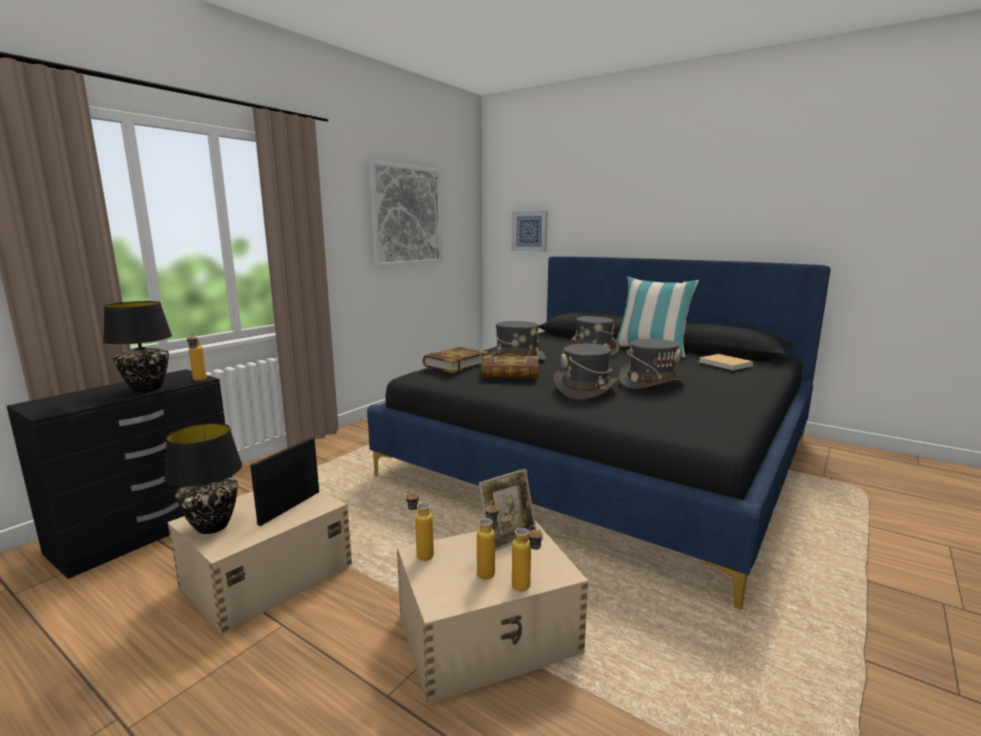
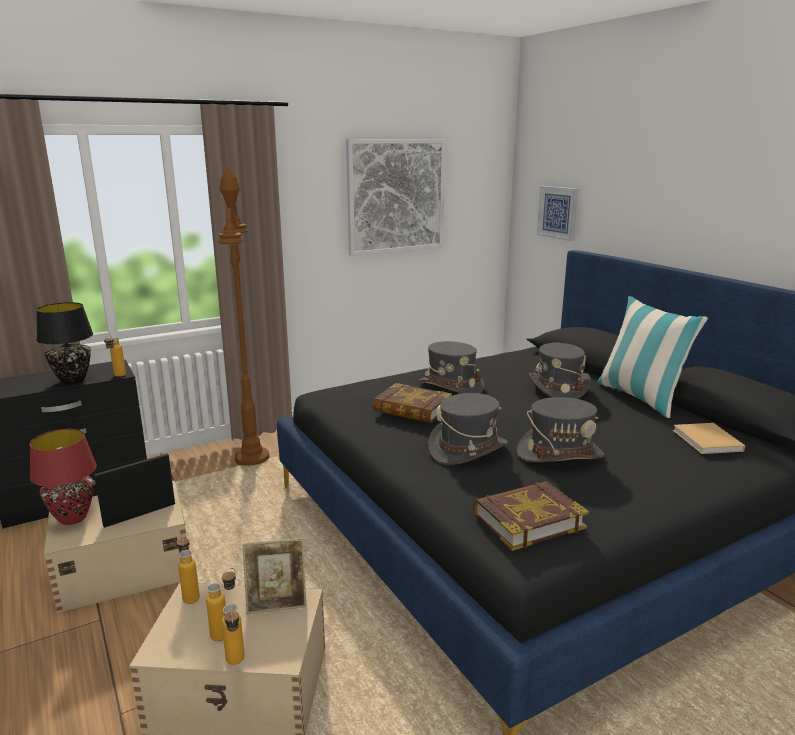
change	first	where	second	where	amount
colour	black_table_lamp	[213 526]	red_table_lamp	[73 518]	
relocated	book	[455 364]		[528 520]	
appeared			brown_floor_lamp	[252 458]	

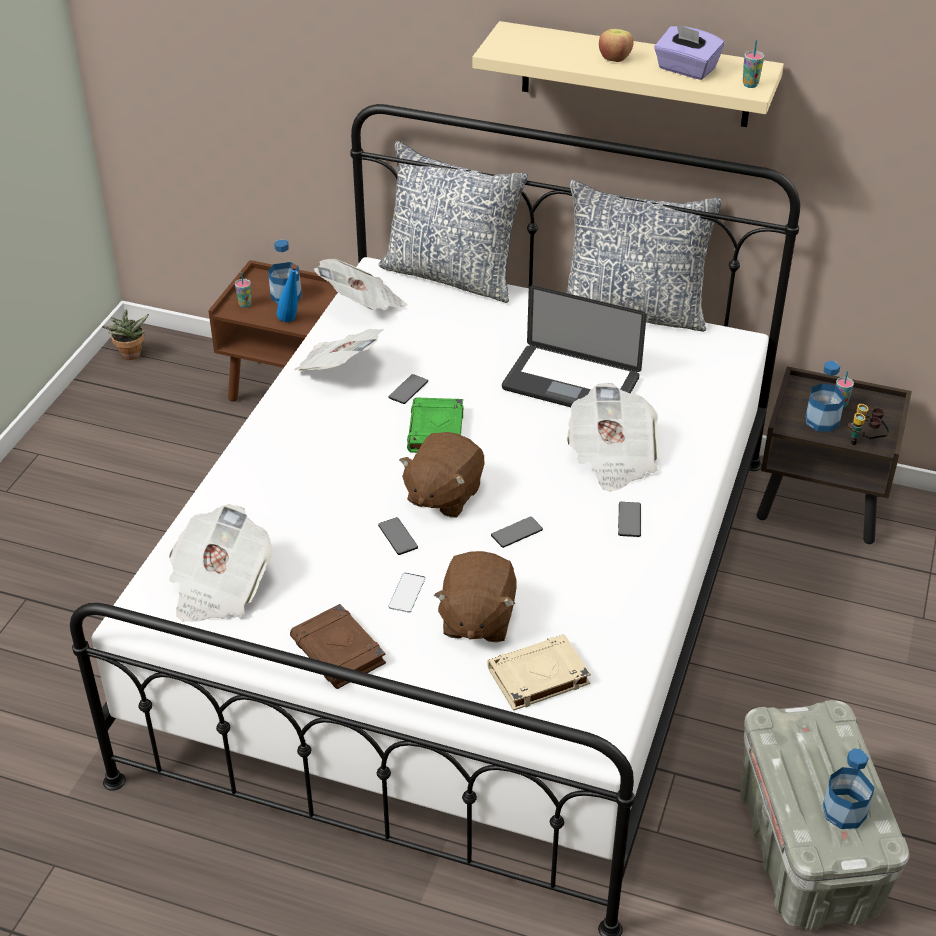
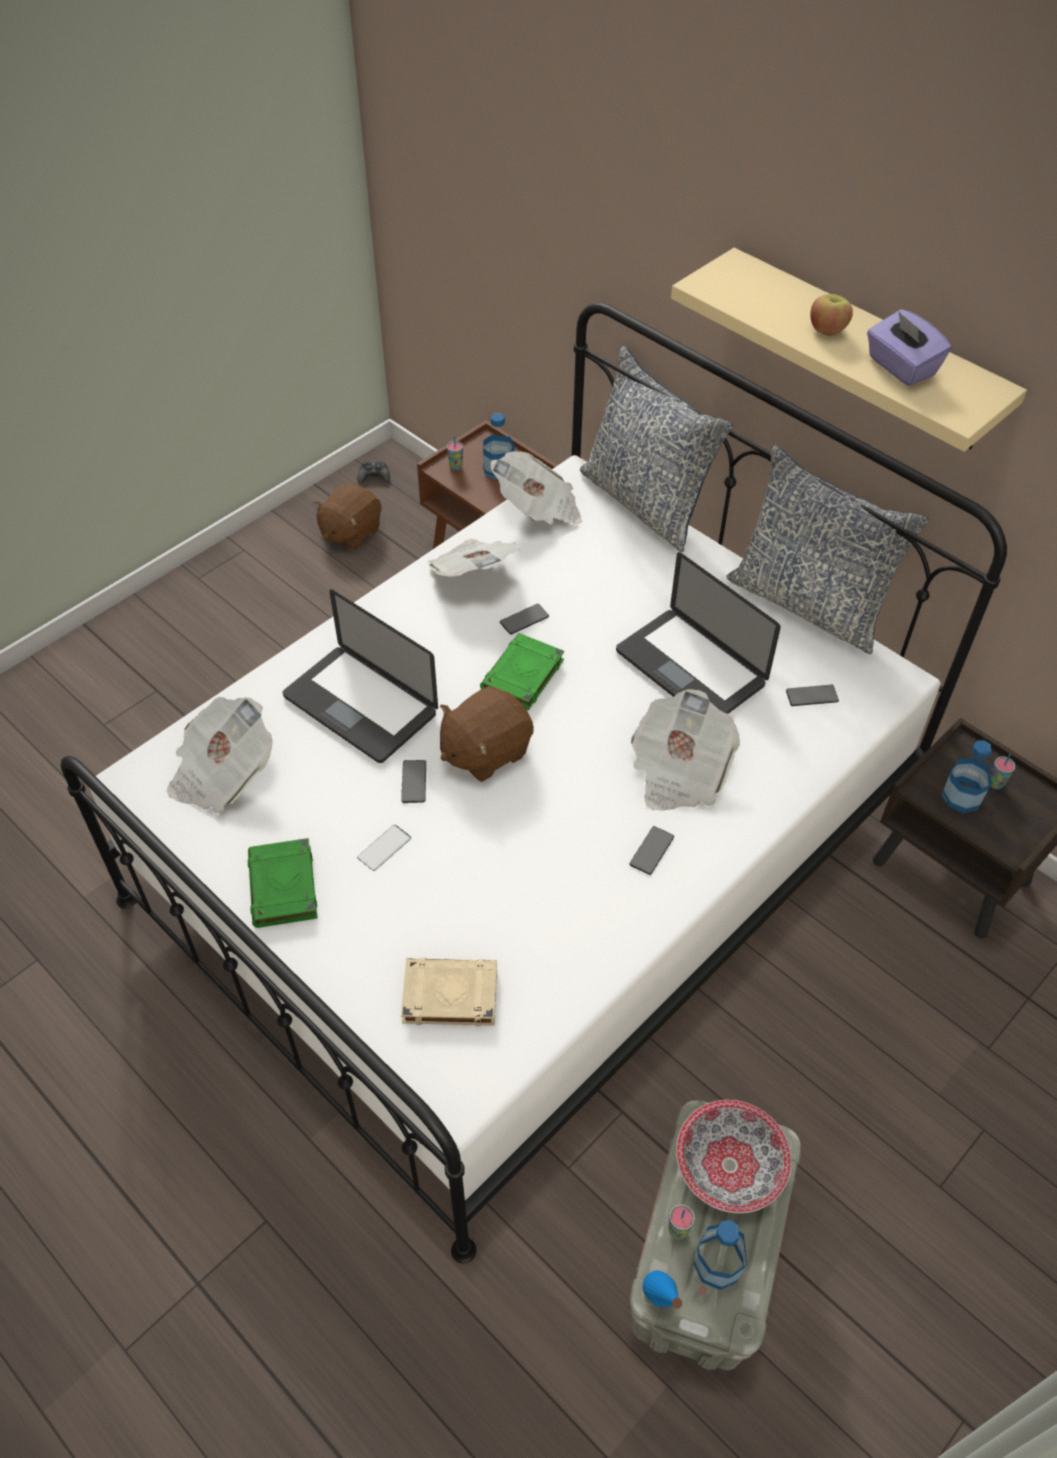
change	first	where	second	where	amount
exchanged	potted_plant	[131 356]	black_game_controller	[374 476]	
relocated	blue_bottle	[291 323]		[660 1307]	
colour	brown_book	[339 652]	green_book	[284 887]	
relocated	brown_plush_toy	[476 619]		[350 532]	
relocated	phone	[516 533]		[811 696]	
relocated	cup	[750 85]		[678 1230]	
missing	binoculars	[865 442]			
appeared			laptop	[360 705]	
appeared			bowl	[728 1166]	

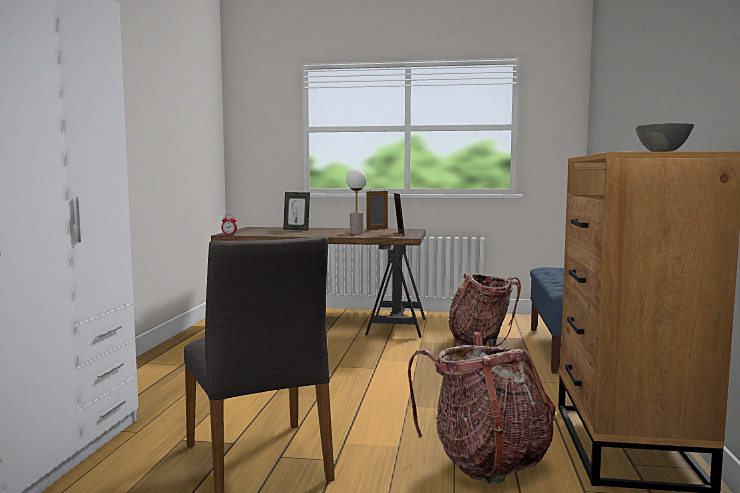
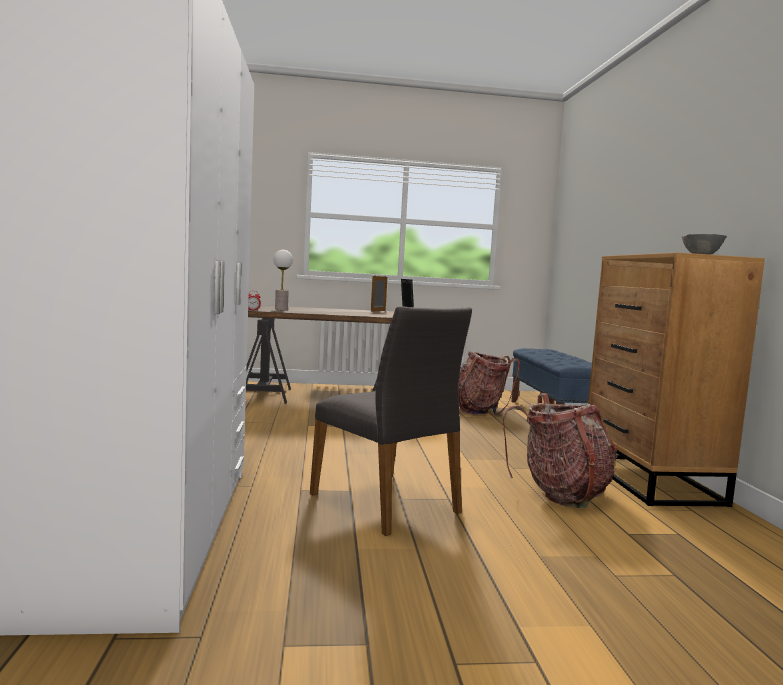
change	first	where	second	where	amount
missing	picture_frame	[296 229]			
relocated	table_lamp	[356 233]		[281 309]	

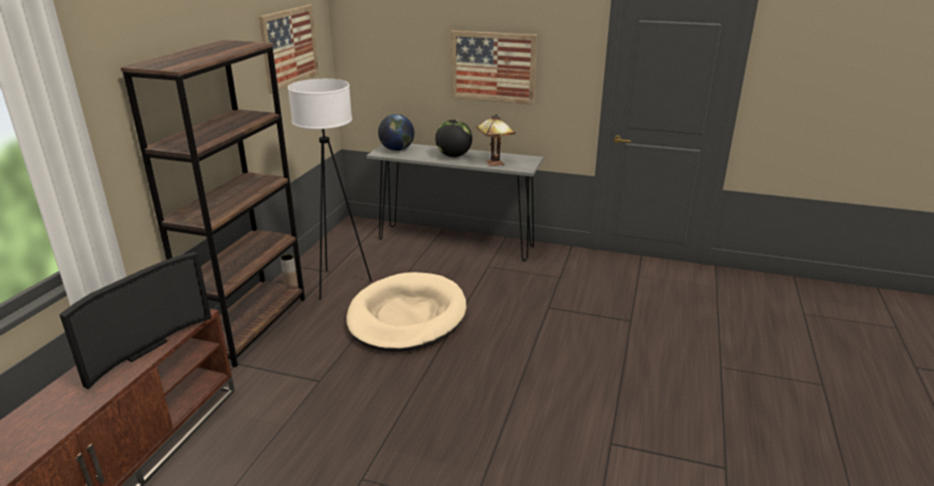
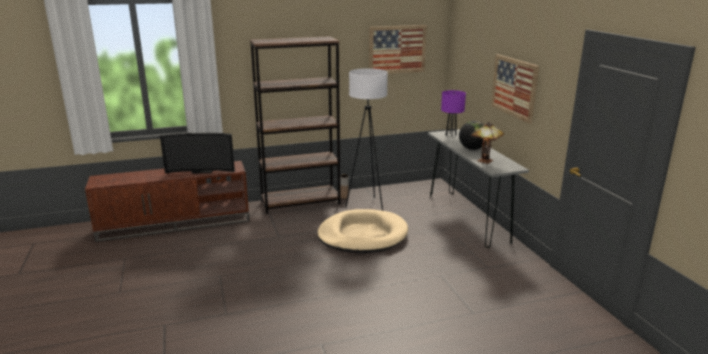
change	first	where	second	where	amount
exchanged	globe	[397 149]	purple_table_lamp	[451 135]	

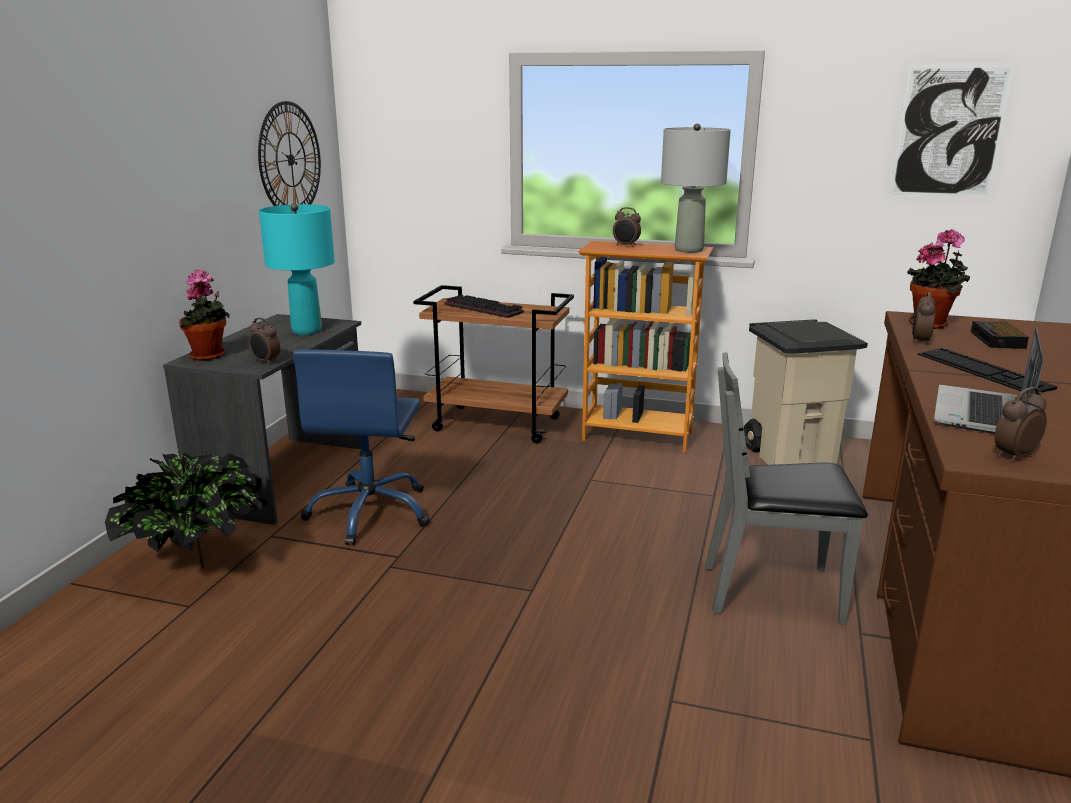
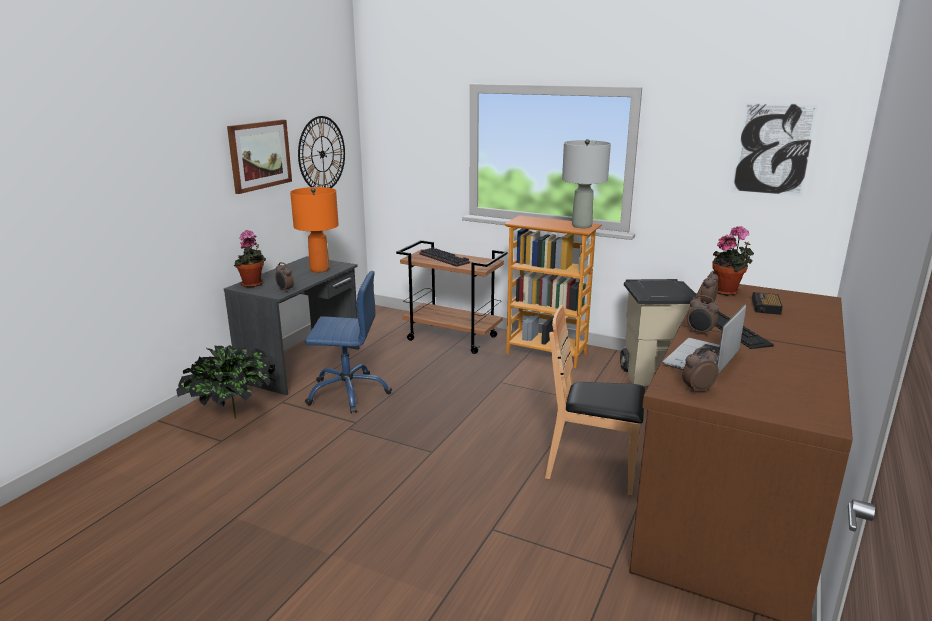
change	first	where	second	where	amount
colour	turquoise_table_lamp	[306 331]	orange_table_lamp	[319 269]	
spun	blue_office_chair	[371 512]		[348 392]	105 degrees counterclockwise
relocated	alarm_clock	[626 245]		[699 333]	
colour	grey_chair	[773 592]	brown_chair	[592 469]	
appeared			picture	[259 155]	

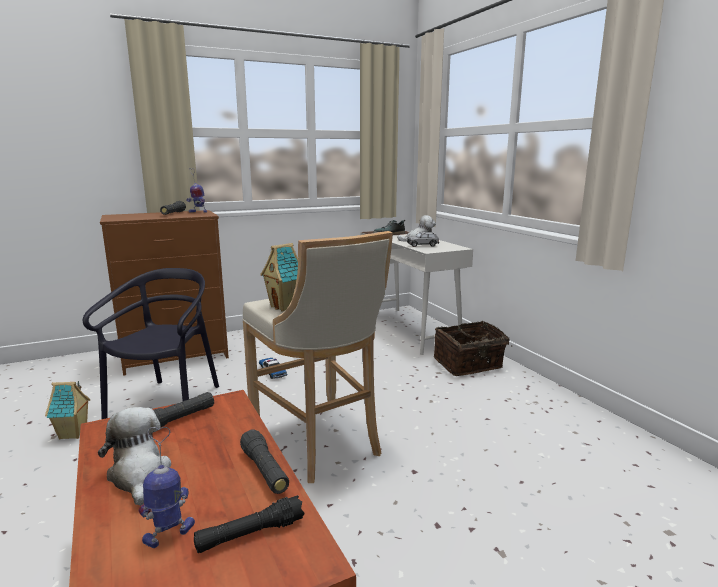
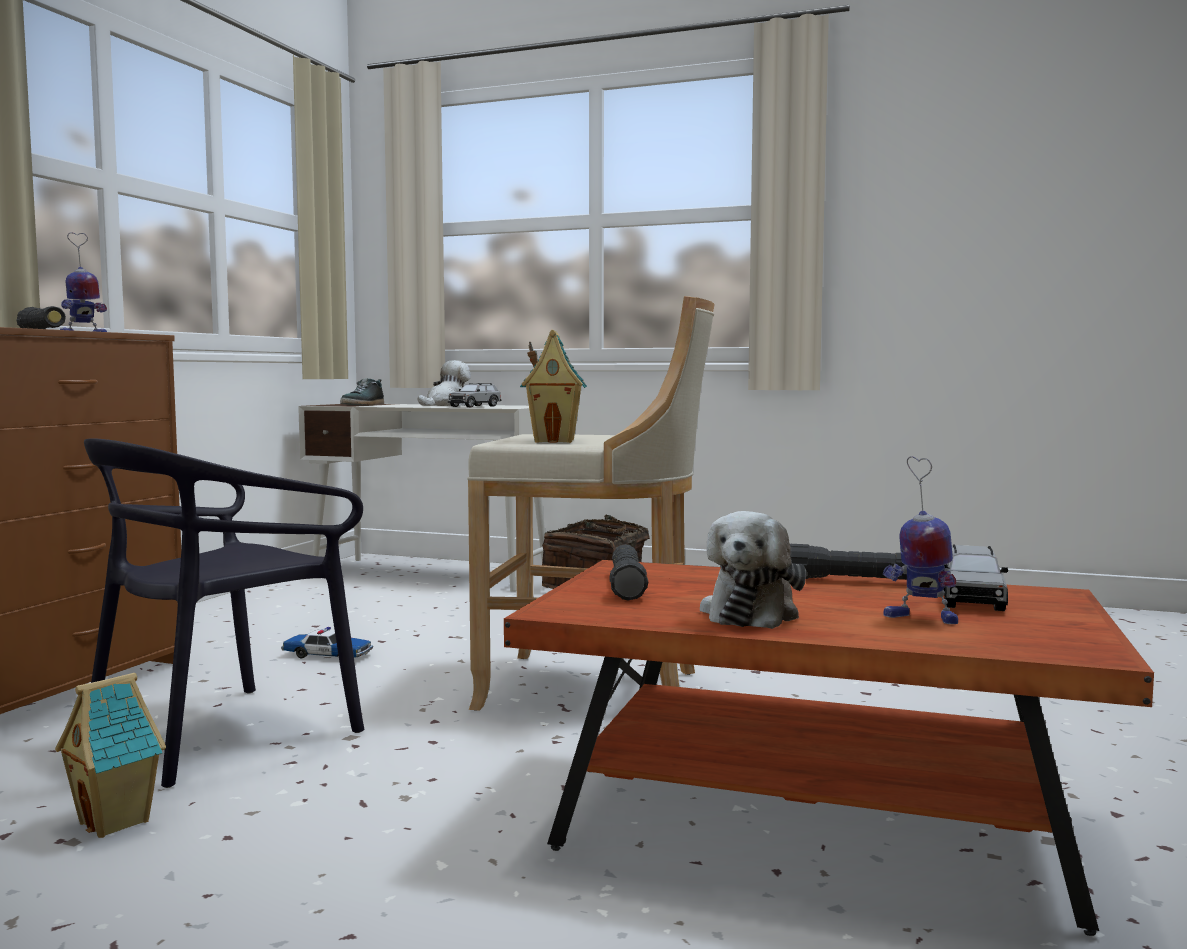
change	first	where	second	where	amount
spun	black_chair	[167 404]		[224 734]	105 degrees counterclockwise
spun	plush_toy	[139 475]		[751 613]	90 degrees counterclockwise
spun	toy_robot	[170 533]		[920 618]	75 degrees counterclockwise
exchanged	black_flashlight	[250 534]	grey_toy_car	[971 600]	

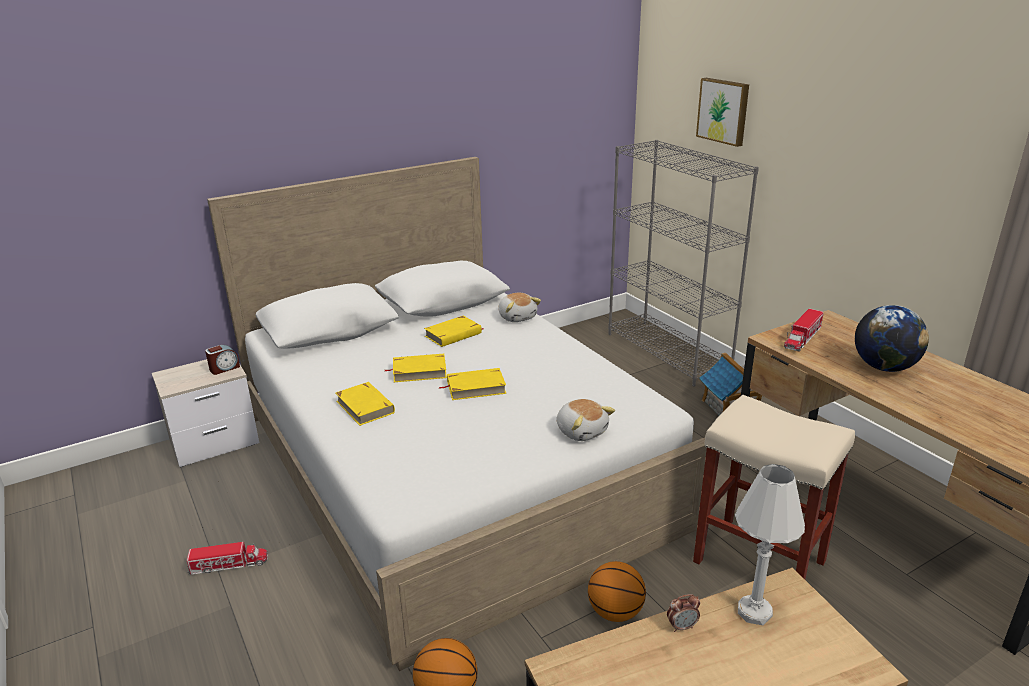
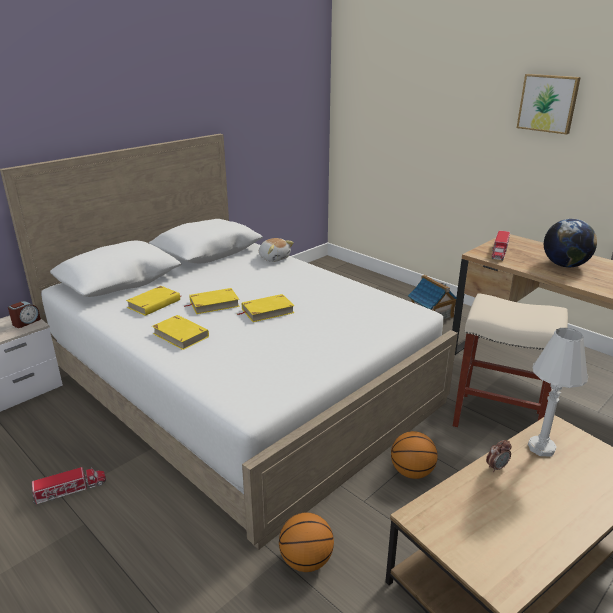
change	first	where	second	where	amount
relocated	yellow_book	[453 335]		[154 304]	
missing	plush_toy	[582 431]			
missing	grey_bookcase	[668 352]			
relocated	picture	[724 111]		[548 103]	

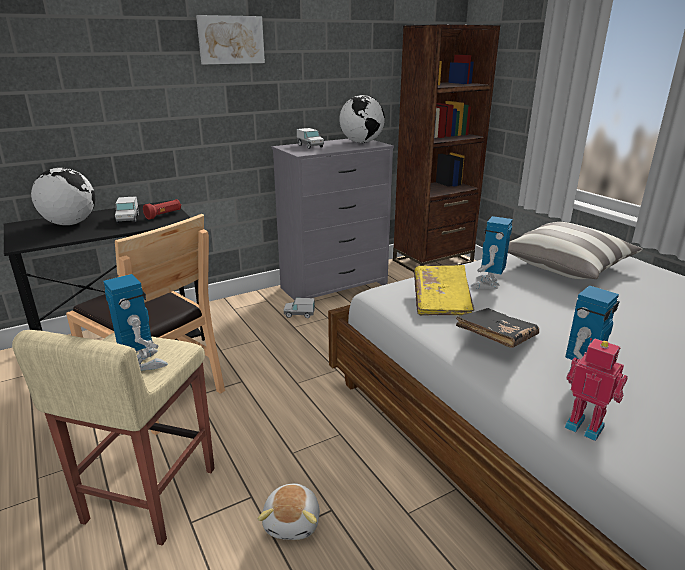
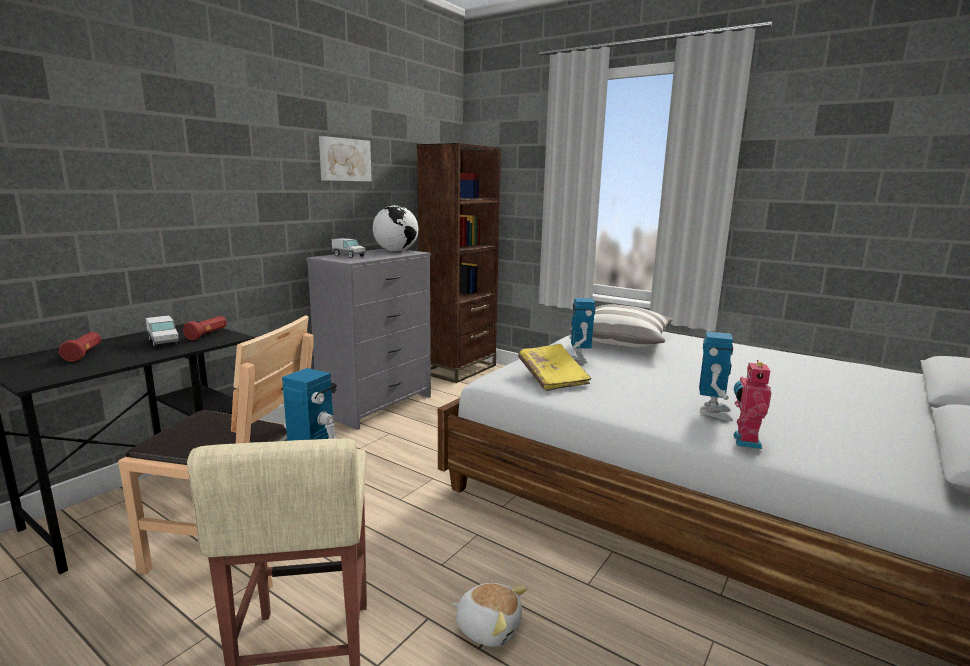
change	first	where	second	where	amount
exchanged	globe	[70 224]	red_flashlight	[84 354]	
relocated	picture	[230 40]		[344 160]	
spun	plush_toy	[293 522]		[488 627]	45 degrees counterclockwise
missing	toy_truck	[299 314]			
missing	black_book	[495 339]			
spun	toy_robot	[585 425]		[744 441]	90 degrees counterclockwise

